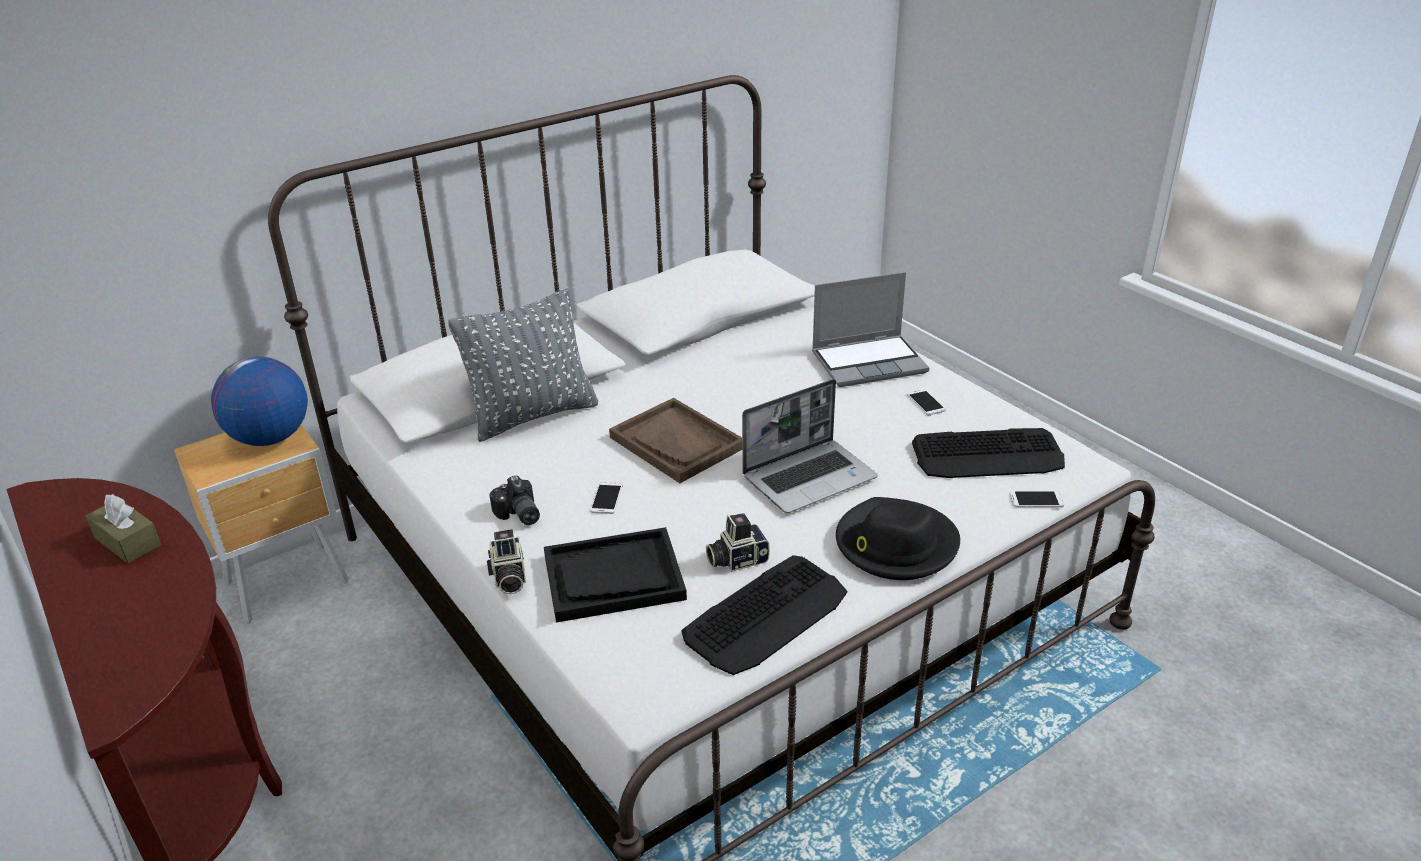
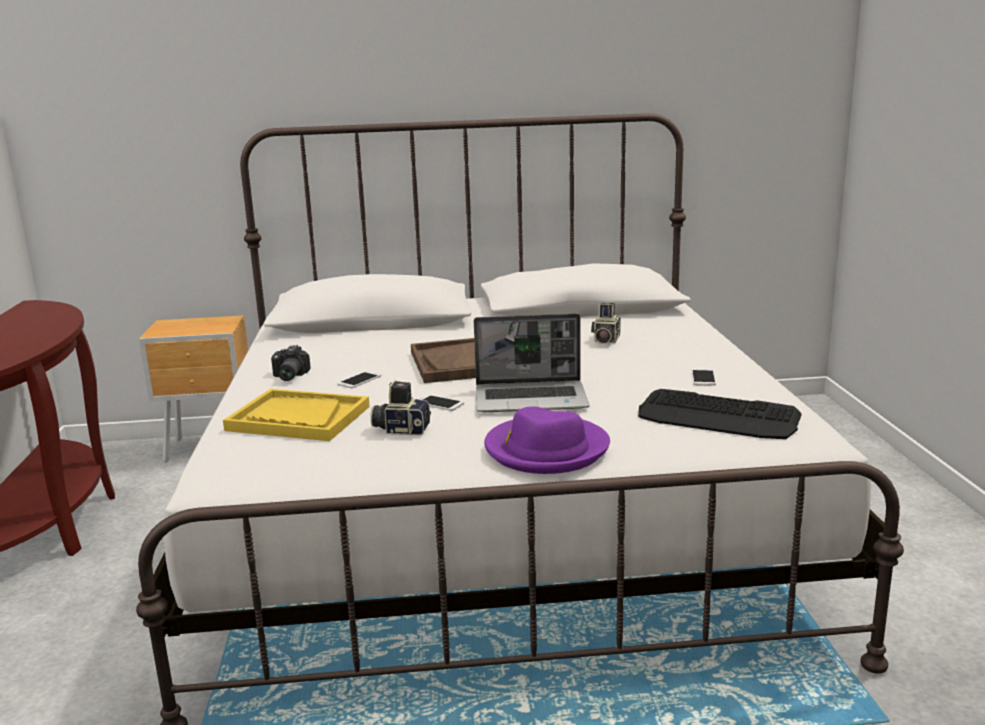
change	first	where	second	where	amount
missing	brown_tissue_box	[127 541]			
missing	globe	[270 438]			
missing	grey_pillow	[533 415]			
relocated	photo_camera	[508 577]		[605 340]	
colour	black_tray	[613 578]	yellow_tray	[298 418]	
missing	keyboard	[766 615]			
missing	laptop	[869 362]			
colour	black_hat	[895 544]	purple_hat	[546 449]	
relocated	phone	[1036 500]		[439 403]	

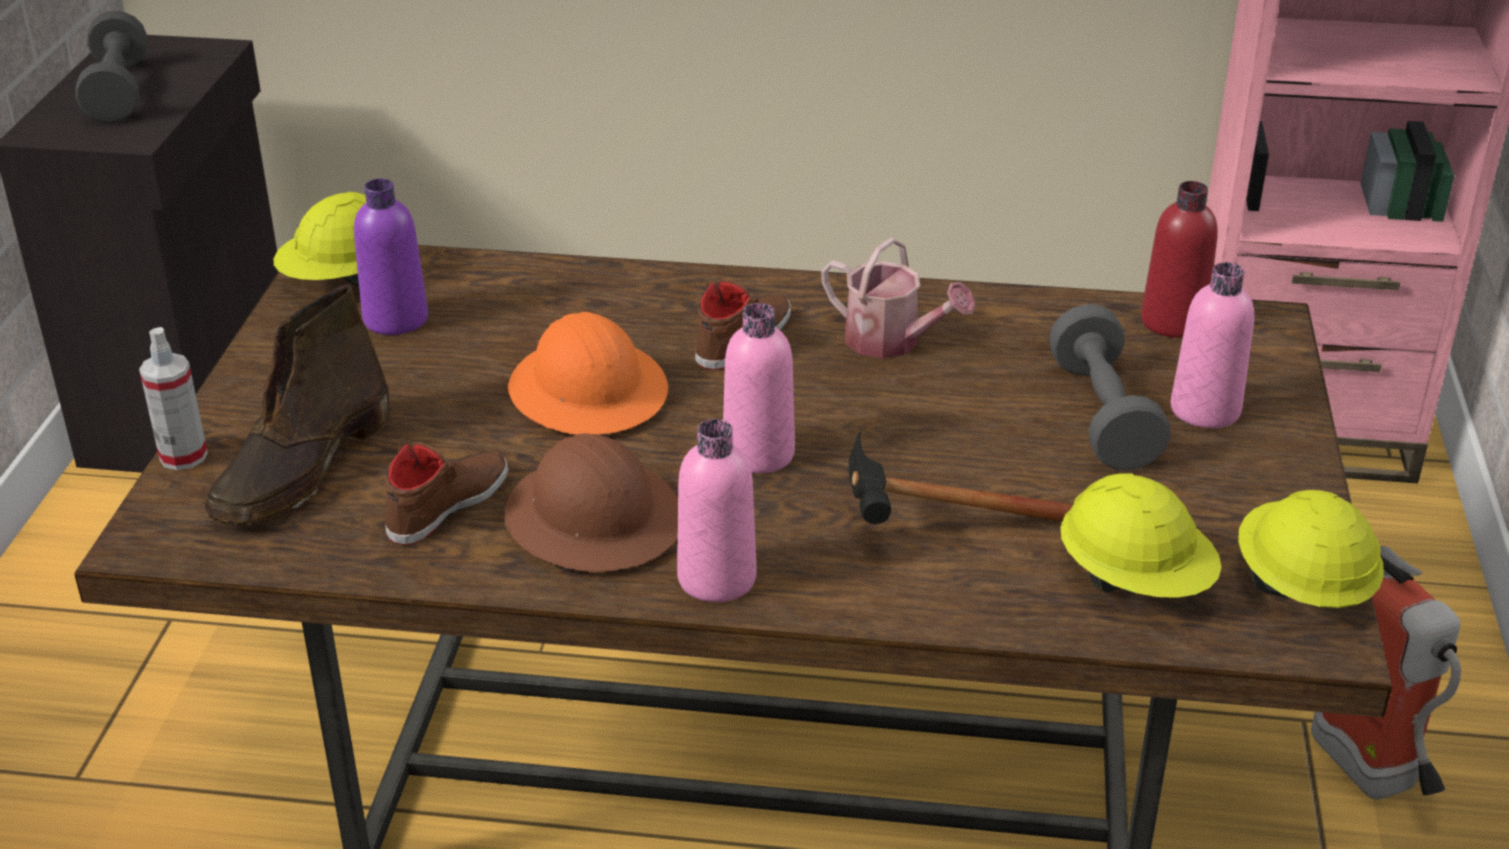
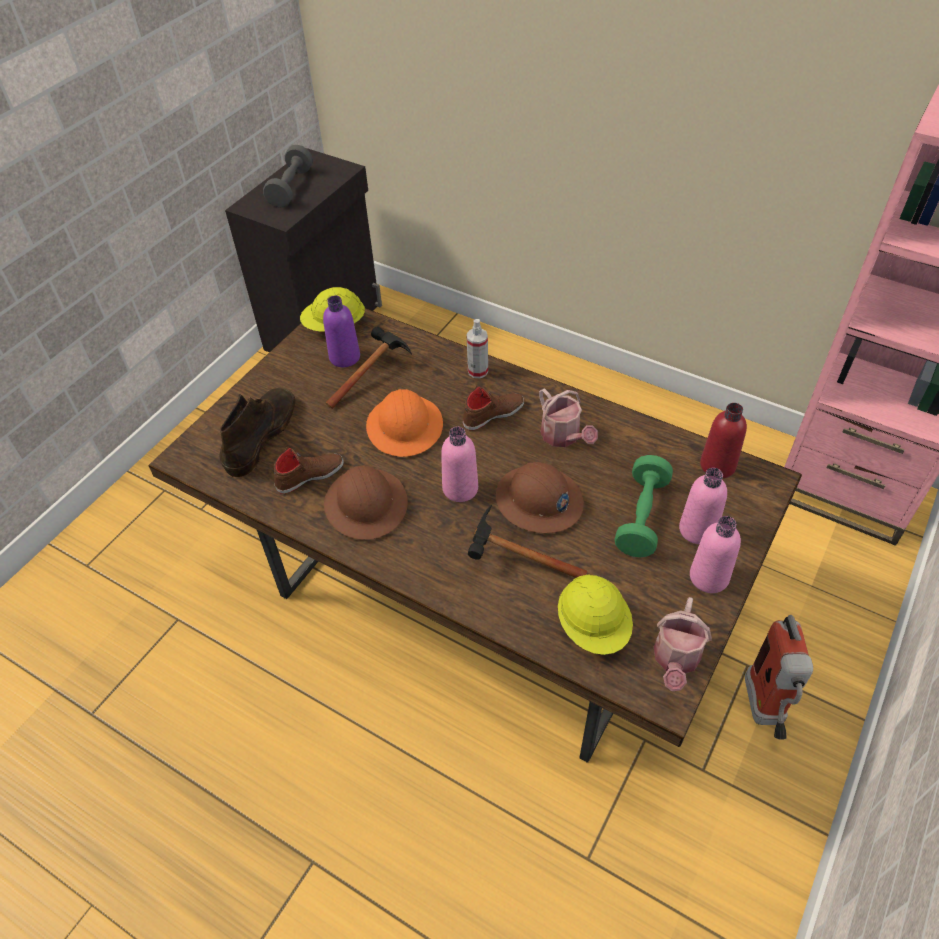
change	first	where	second	where	amount
relocated	spray_bottle	[183 456]		[478 371]	
spun	brown_boot	[302 469]		[261 435]	150 degrees clockwise
relocated	pink_bottle	[716 578]		[709 577]	
colour	grey_dumbbell	[1103 415]	green_dumbbell	[641 517]	
exchanged	yellow_hard_hat	[1301 587]	watering_can	[675 660]	
appeared			hammer	[373 374]	
appeared			brown_hard_hat	[539 501]	

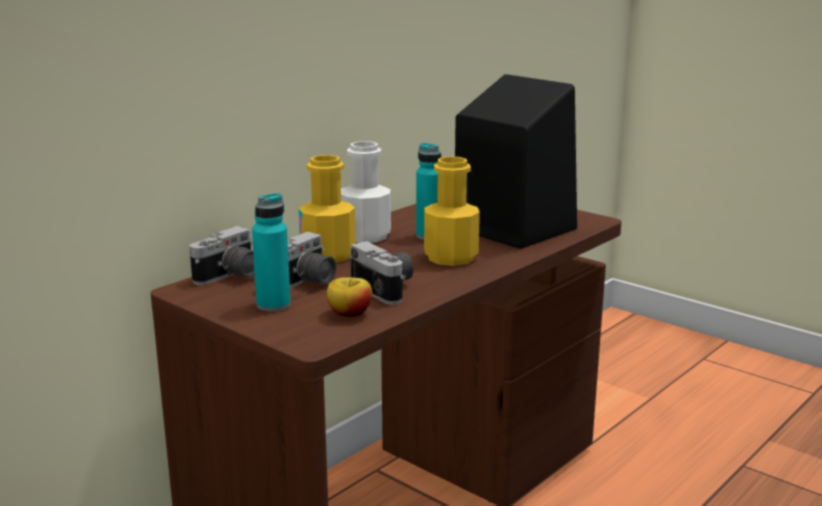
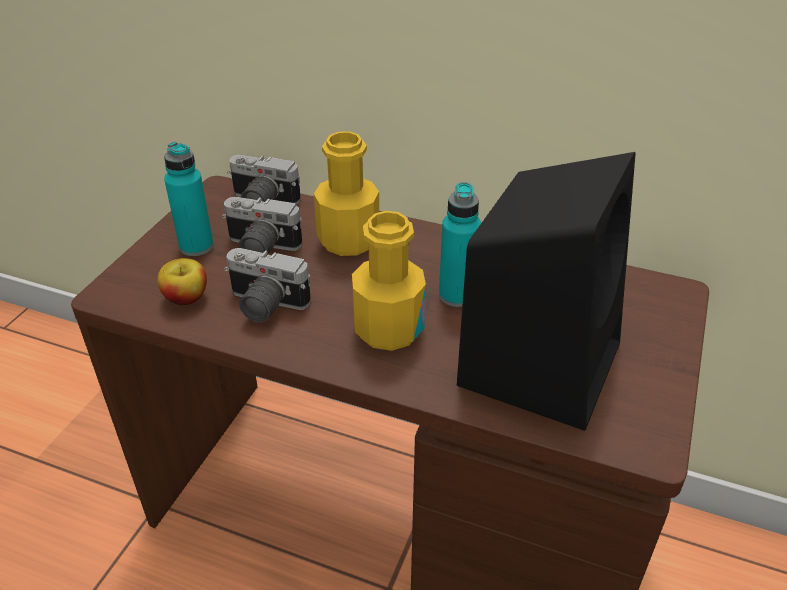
change	first	where	second	where	amount
missing	white_bottle	[365 236]			
spun	photo_camera	[388 289]		[263 305]	75 degrees clockwise

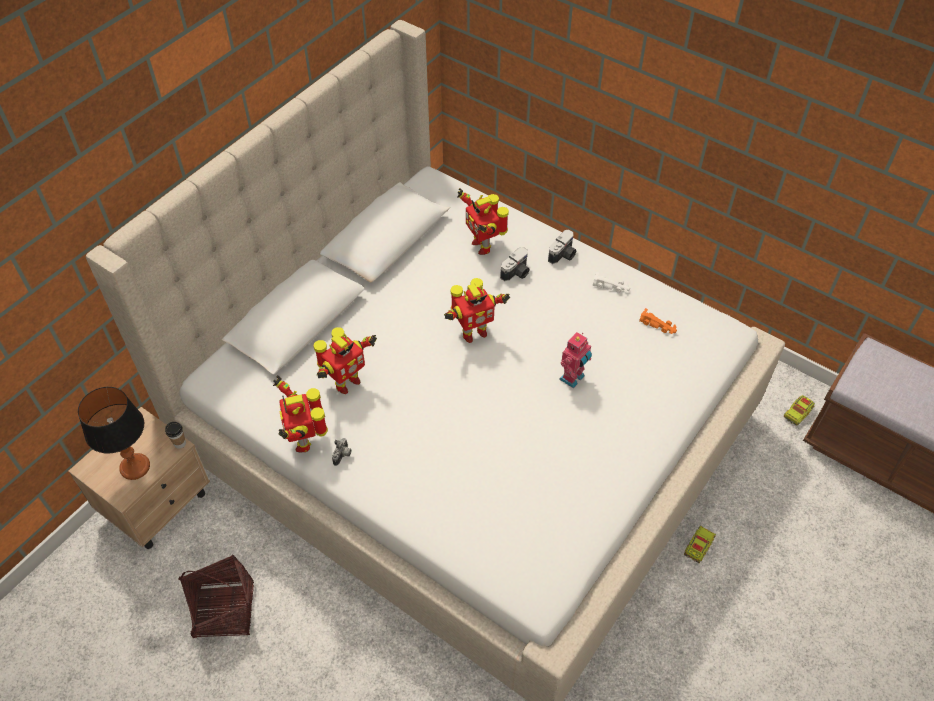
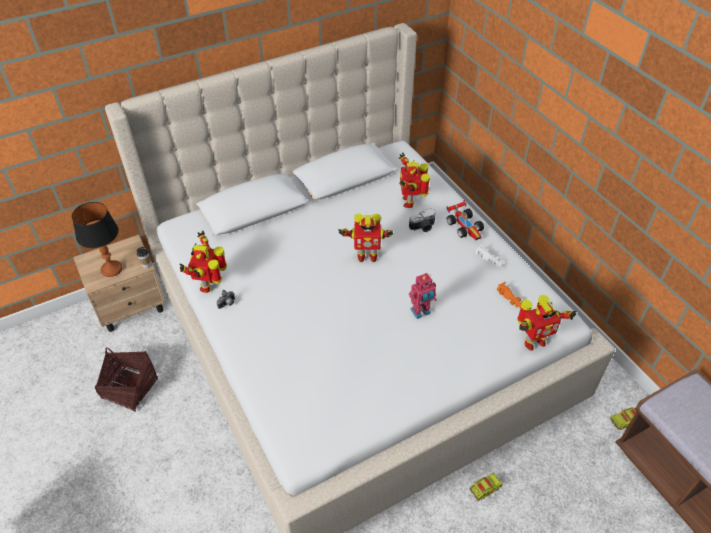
change	first	where	second	where	amount
relocated	toy_robot	[346 383]		[533 342]	
exchanged	photo_camera	[563 255]	toy_car	[465 226]	

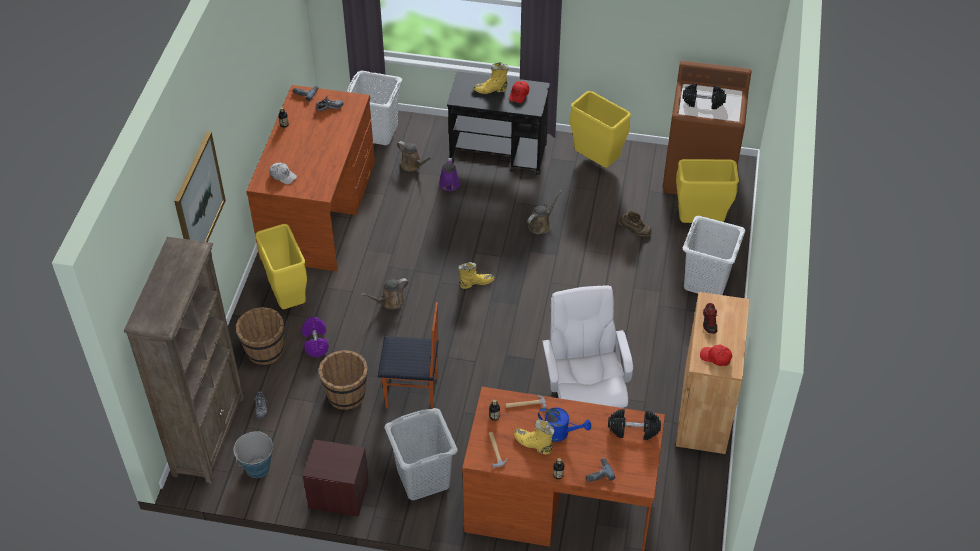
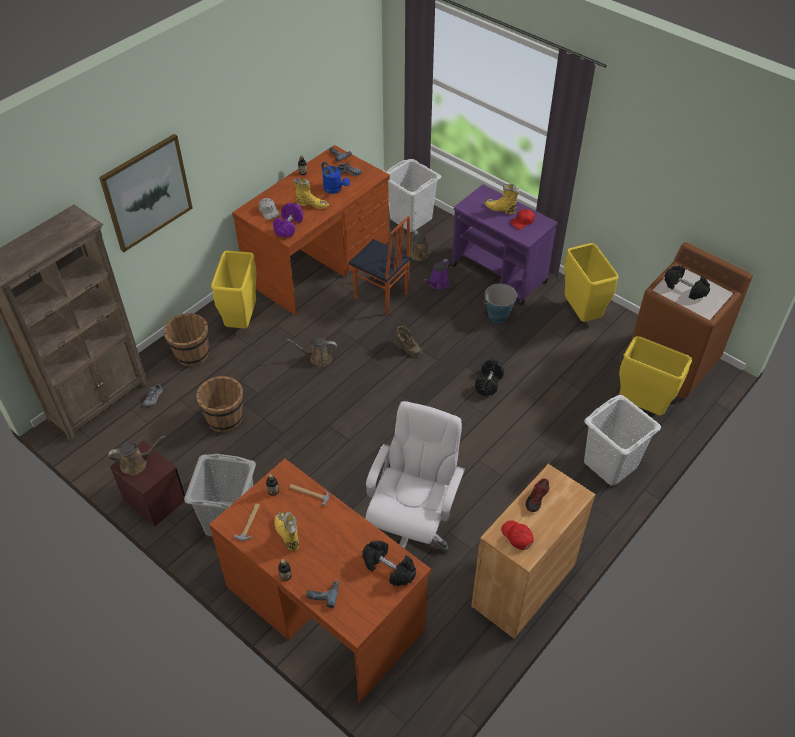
change	first	where	second	where	amount
relocated	bucket	[257 468]		[498 316]	
relocated	purple_dumbbell	[315 342]		[288 226]	
relocated	chair	[412 393]		[381 296]	
colour	black_cart	[499 153]	purple_cart	[499 274]	
relocated	yellow_boot	[475 283]		[312 204]	
relocated	brown_watering_can	[541 225]		[136 463]	
relocated	blue_watering_can	[561 433]		[335 189]	
relocated	brown_boot	[634 232]		[407 348]	
appeared			black_dumbbell	[489 383]	

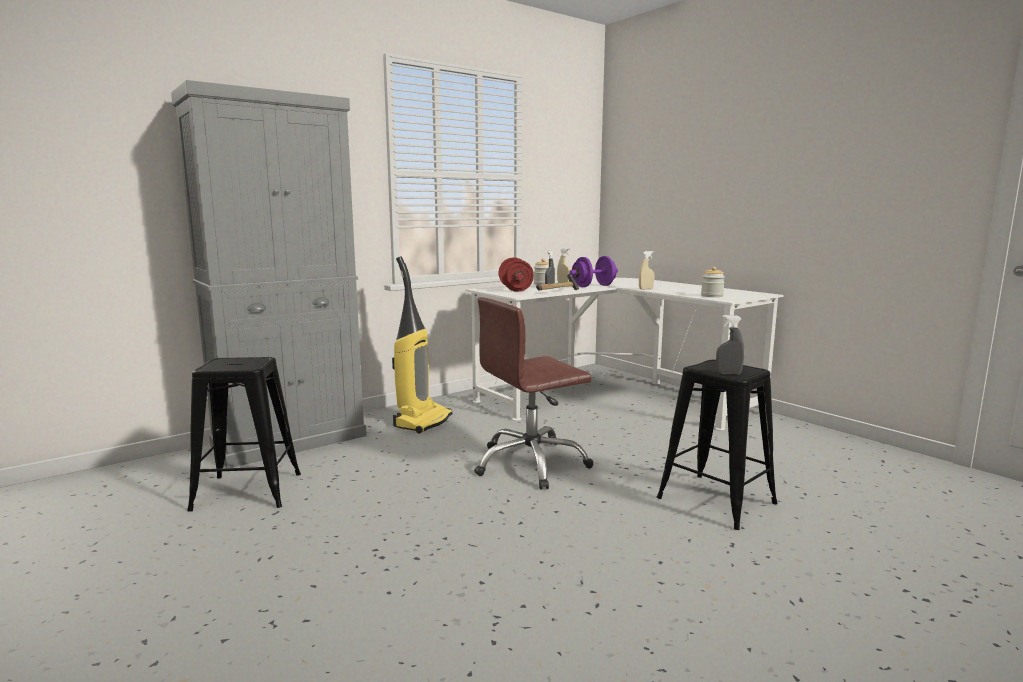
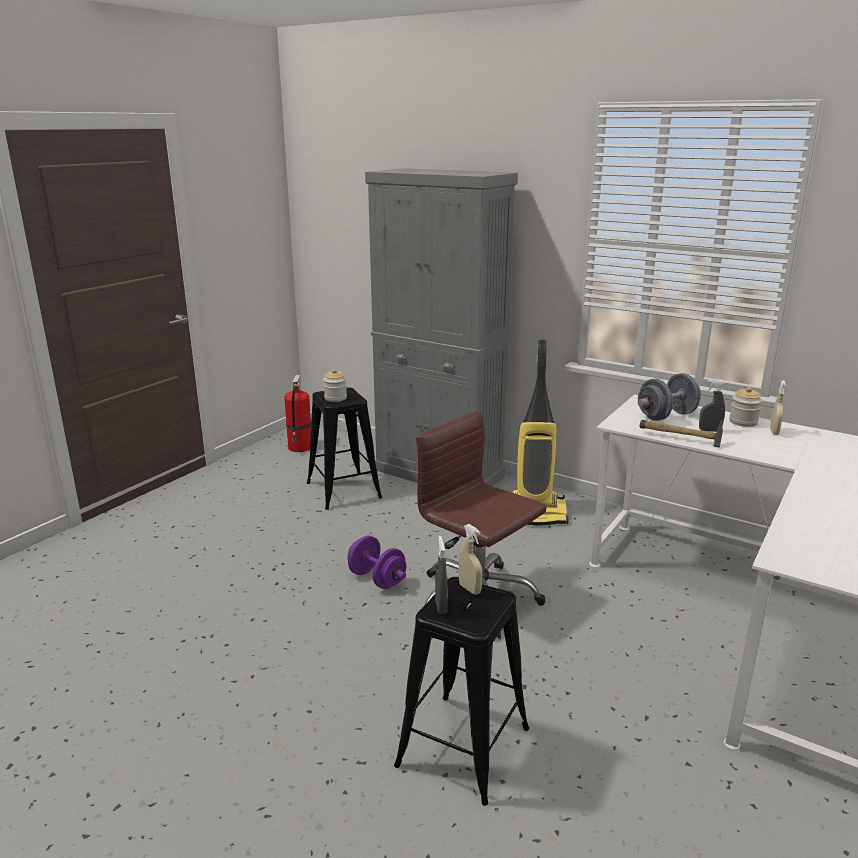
change	first	where	second	where	amount
colour	red_dumbbell	[515 289]	grey_dumbbell	[666 416]	
relocated	purple_dumbbell	[593 286]		[377 579]	
relocated	beige_spray_bottle	[646 289]		[470 589]	
relocated	jar	[712 296]		[335 398]	
appeared			fire_extinguisher	[300 447]	

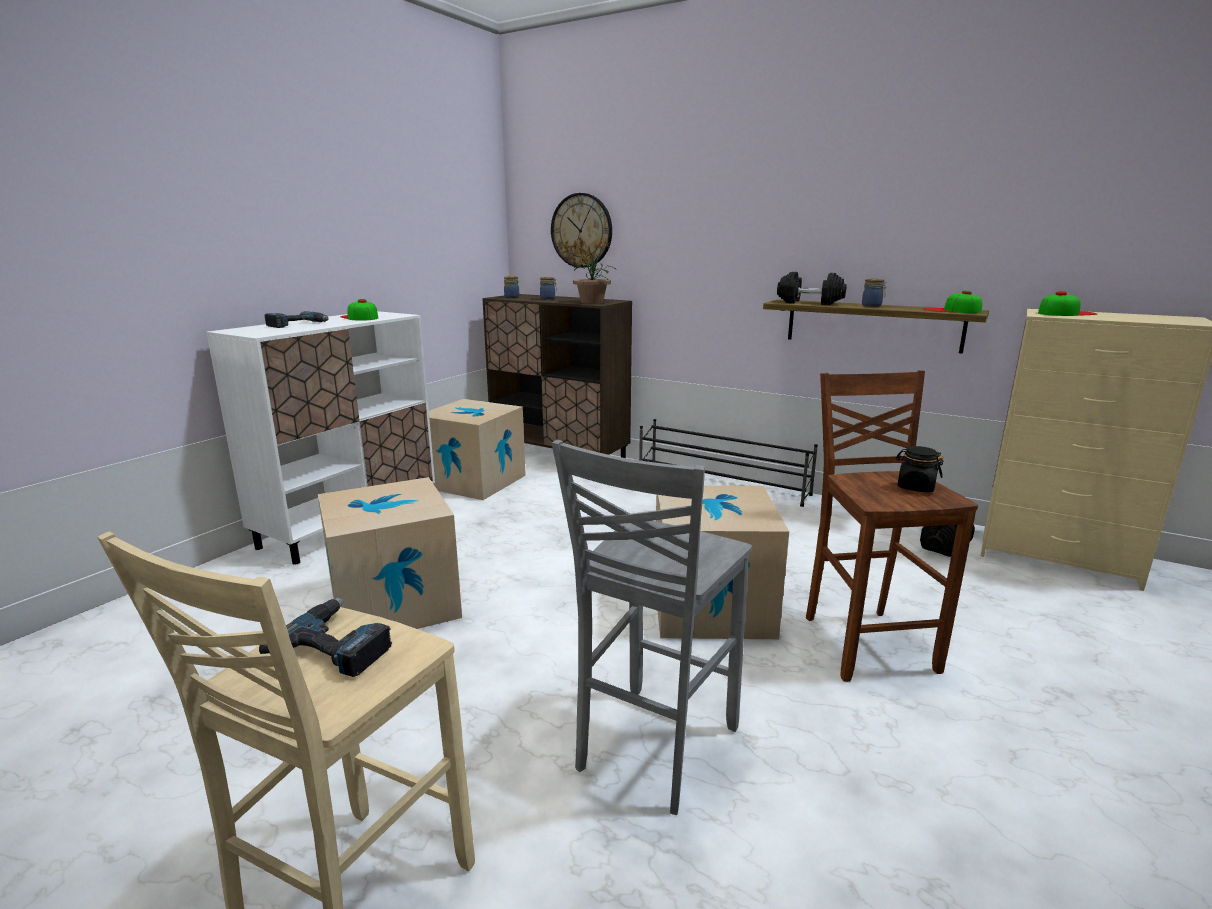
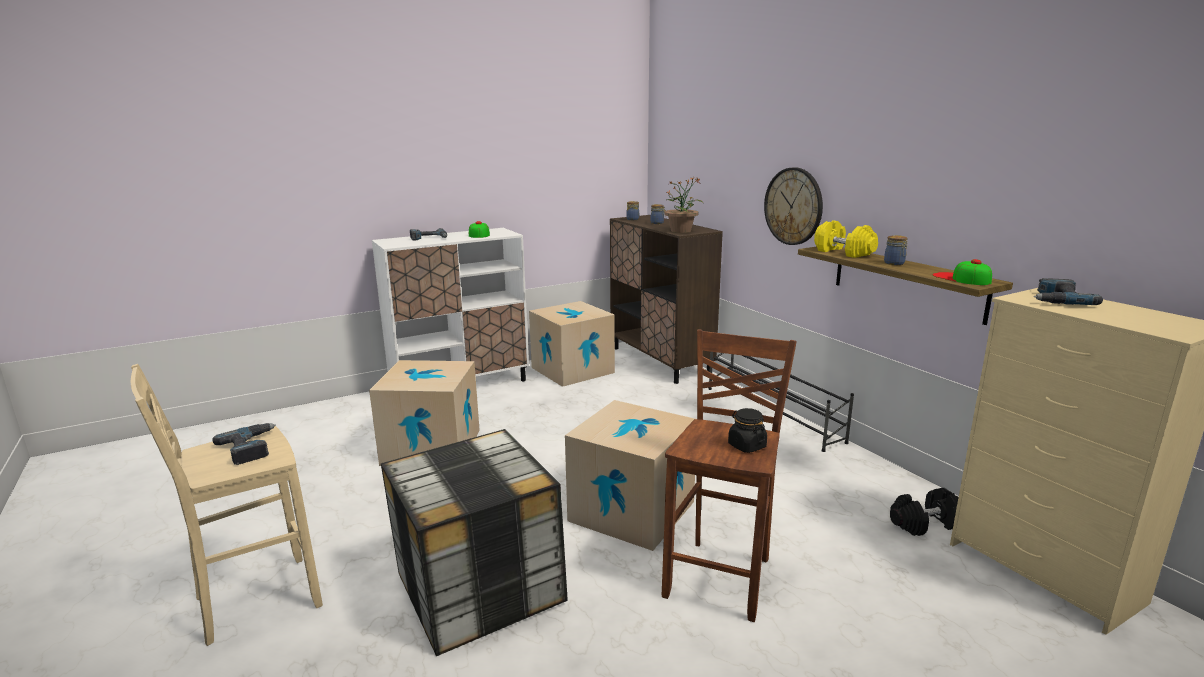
change	first	where	second	where	amount
relocated	wall_clock	[581 230]		[793 206]	
exchanged	grey_stool	[652 748]	storage_box	[478 587]	
colour	black_dumbbell	[810 302]	yellow_dumbbell	[844 252]	
exchanged	cap	[1066 313]	power_drill	[1057 299]	

